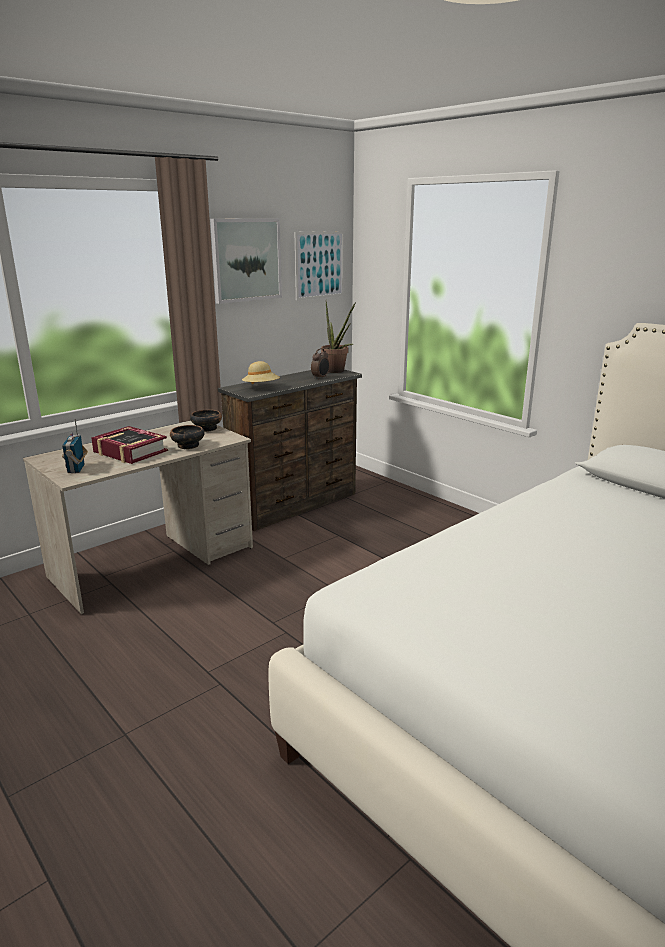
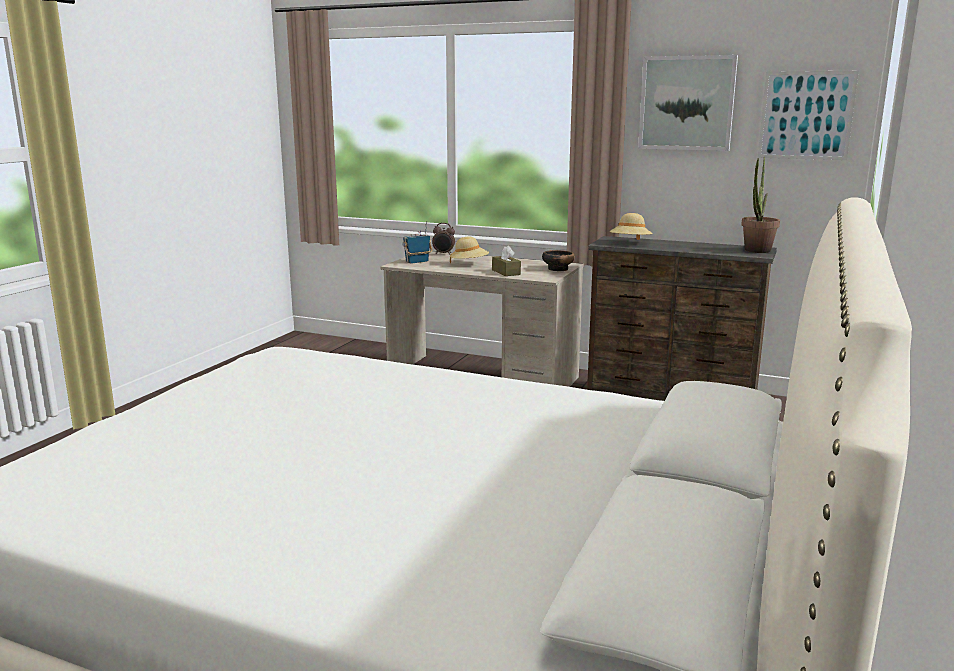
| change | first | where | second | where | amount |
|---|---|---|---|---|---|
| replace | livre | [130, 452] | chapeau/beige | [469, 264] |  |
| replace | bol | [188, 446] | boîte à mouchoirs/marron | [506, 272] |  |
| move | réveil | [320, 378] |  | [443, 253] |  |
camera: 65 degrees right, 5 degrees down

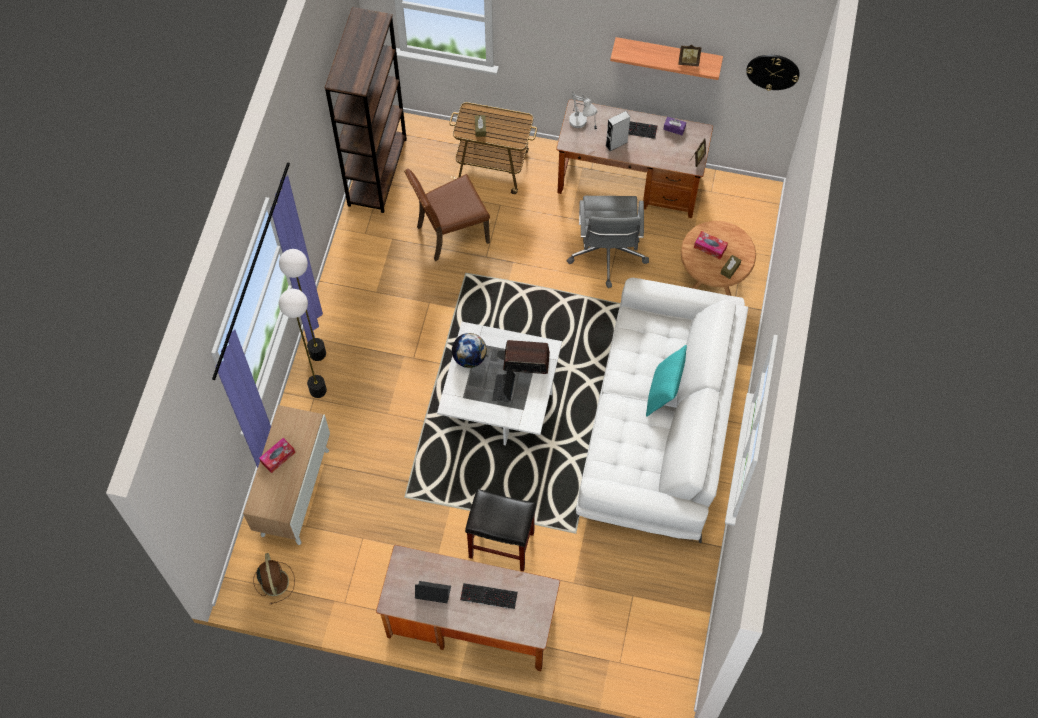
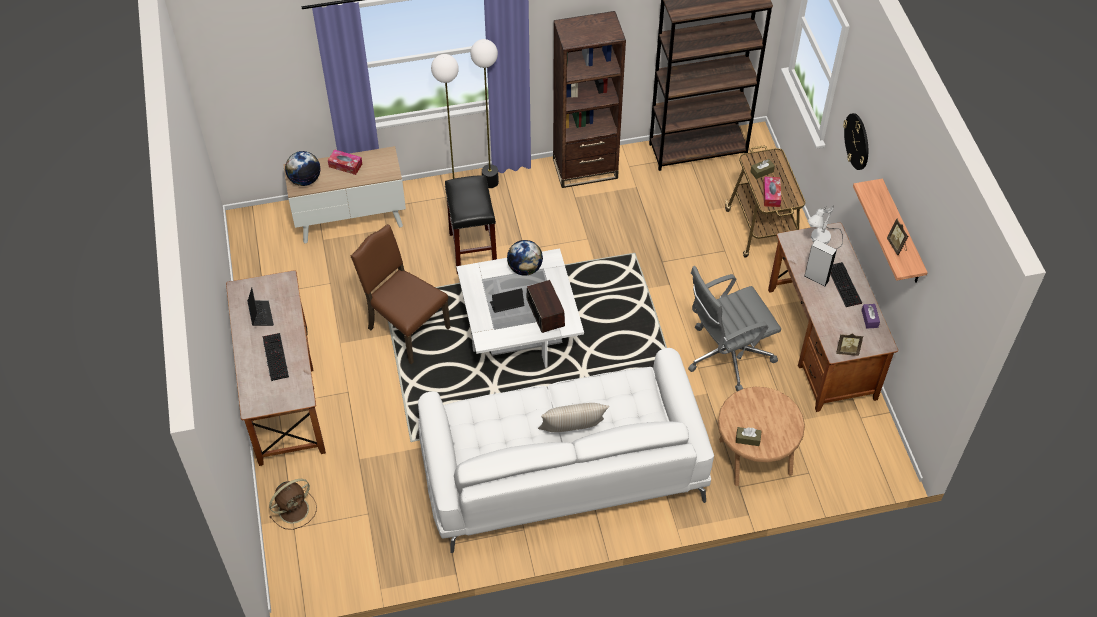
| change | first | where | second | where | amount |
|---|---|---|---|---|---|
| move | ventilateur/marron | [274, 581] |  | [295, 509] |  |
| move | chaise/marron | [450, 233] |  | [406, 328] |  |
| move | tabouret/noir | [502, 544] |  | [473, 251] |  |
| recolor | coussin/turquoise | [663, 392] | coussin/beige | [572, 433] |  |
| move | boîte à mouchoirs | [710, 247] |  | [771, 195] |  |
| move | horloge murale | [773, 71] |  | [857, 141] |  |
| insert |  |  | globe | [305, 180] |  |
| insert |  |  | bibliothèque/marron | [585, 169] |  |
camera: 65 degrees right, 10 degrees down

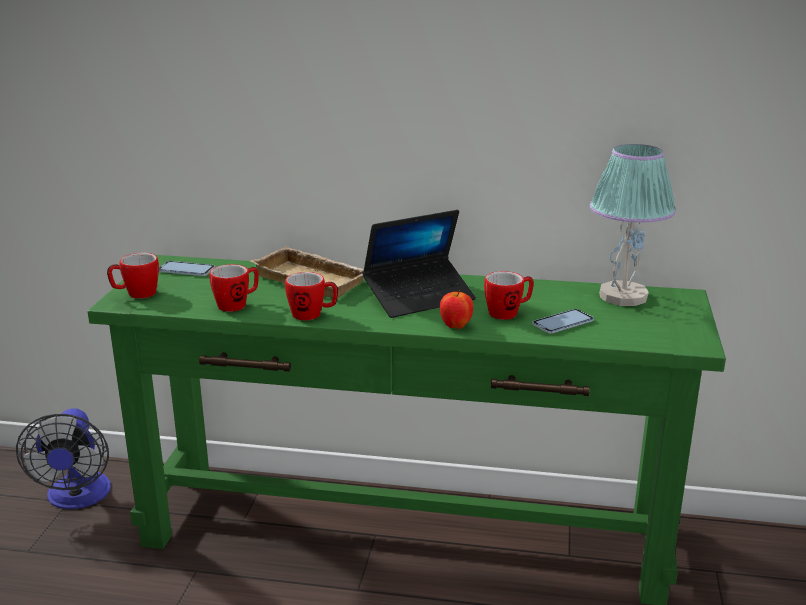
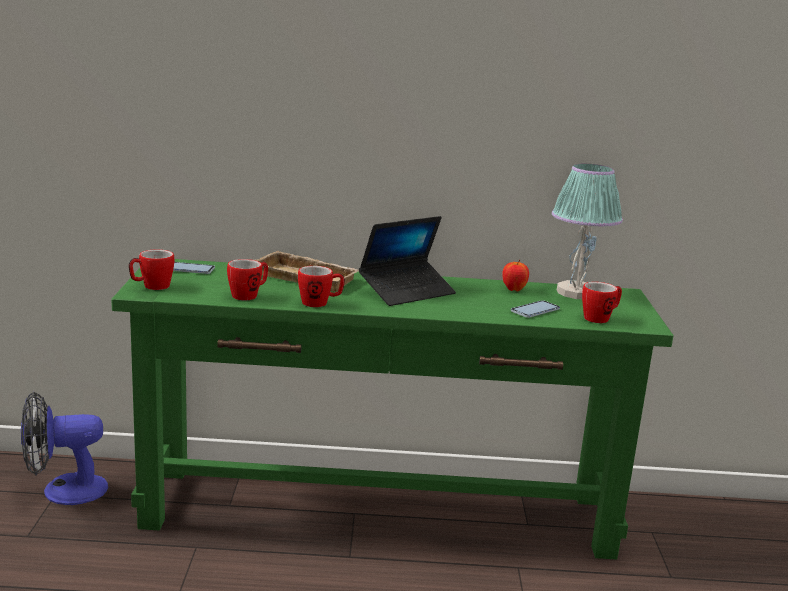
| change | first | where | second | where | amount |
|---|---|---|---|---|---|
| rotate | ventilateur | [77, 498] |  | [63, 490] | 90 degrees clockwise |
| move | pomme | [456, 326] |  | [514, 289] |  |
| move | mug | [508, 313] |  | [600, 318] |  |
camera: 10 degrees left, 5 degrees down

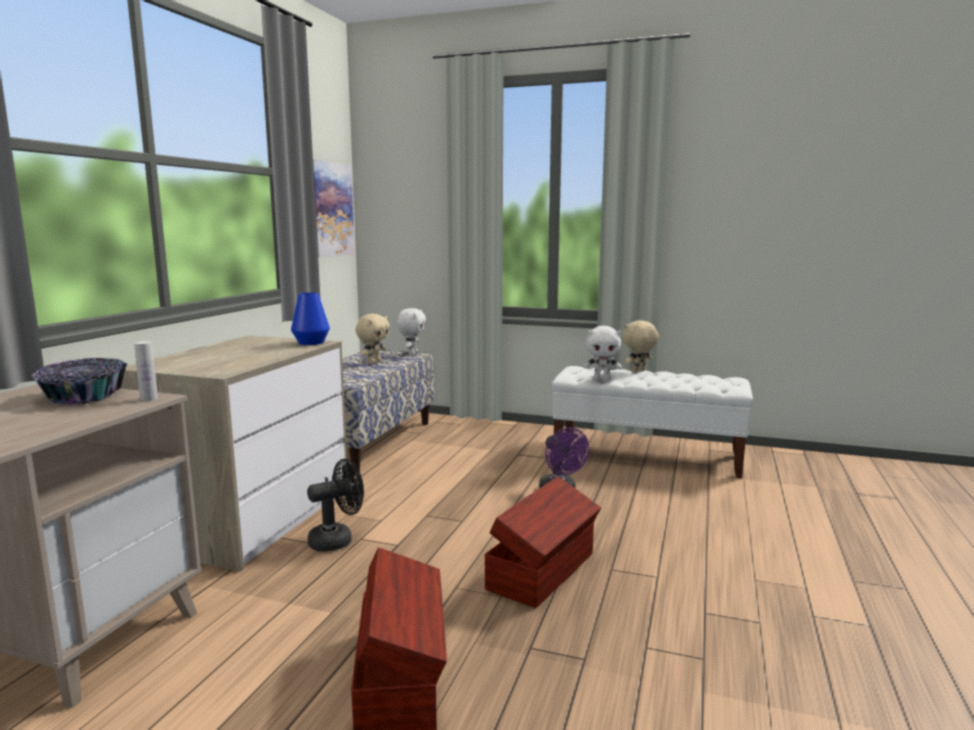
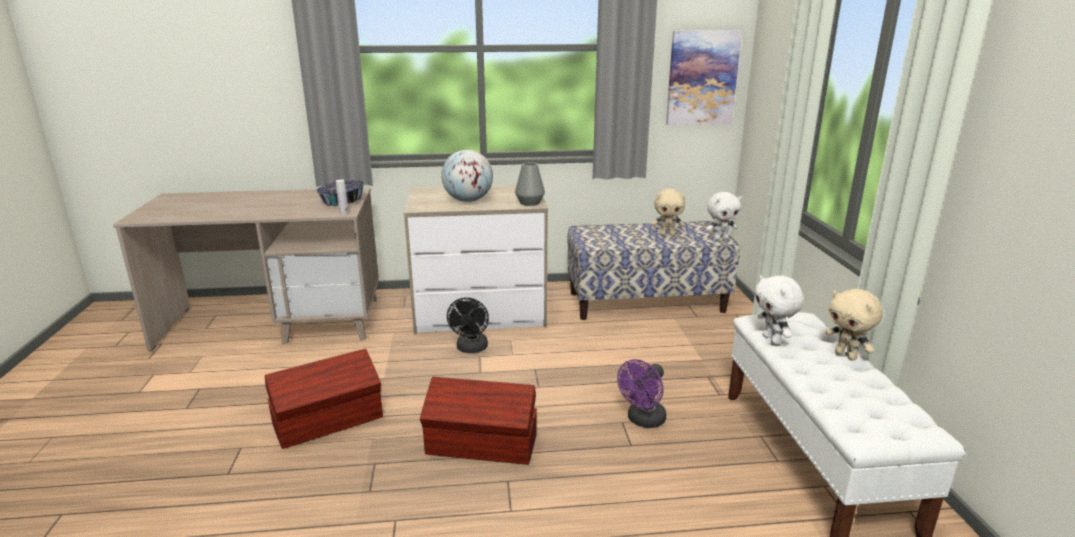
| change | first | where | second | where | amount |
|---|---|---|---|---|---|
| recolor | vase/bleu | [311, 343] | vase/gris | [530, 203] |  |
| rotate | ventilateur/noir | [337, 540] |  | [471, 349] | 60 degrees clockwise |
| rotate | peluche/beige | [638, 372] |  | [846, 356] | 150 degrees counterclockwise |
| insert |  |  | globe | [468, 200] |  |
camera: 65 degrees right, 10 degrees up

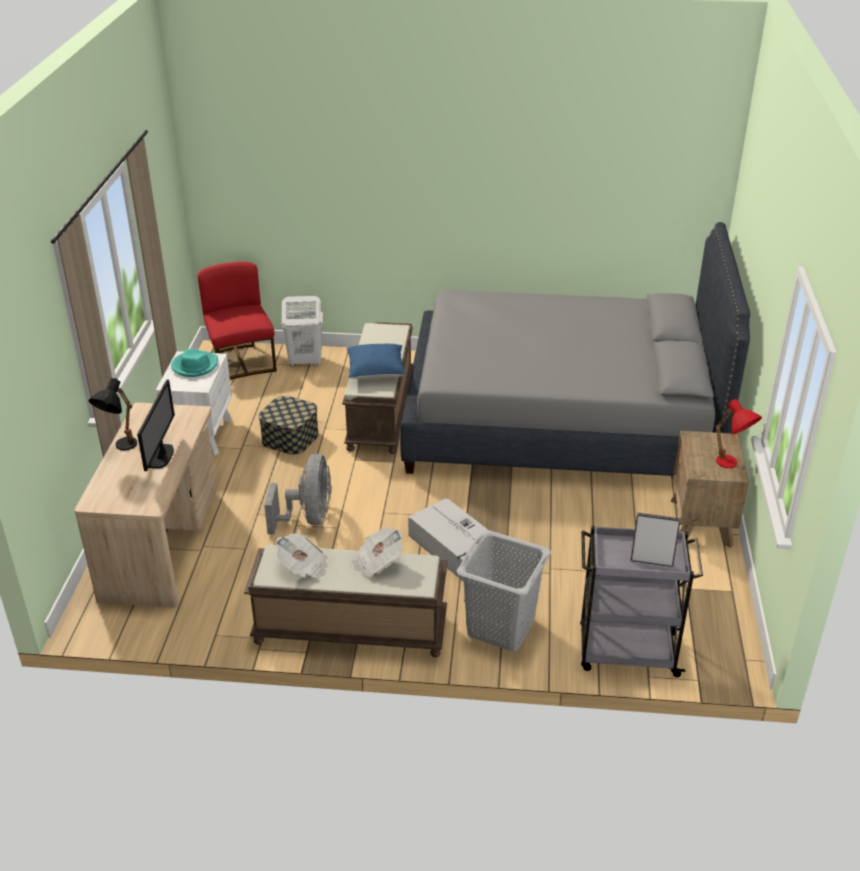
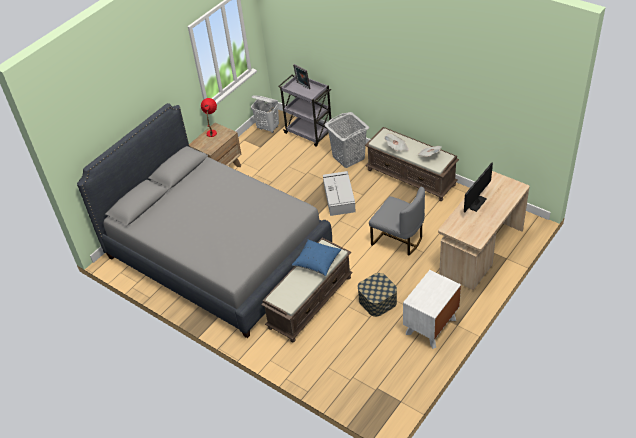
| change | first | where | second | where | amount |
|---|---|---|---|---|---|
| delete | lampe de table/noir | [120, 448] |  |  |  |
| delete | chapeau/turquoise | [194, 366] |  |  |  |
| delete | chaise/rouge | [241, 362] |  |  |  |
| replace | ventilateur/gris | [308, 518] | chaise/gris | [398, 240] |  |
| move | panier à linge/blanc | [305, 362] |  | [268, 128] |  |
camera: 145 degrees left, 10 degrees up

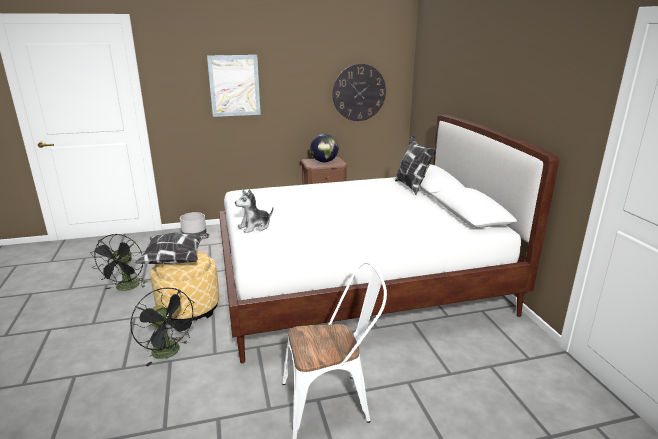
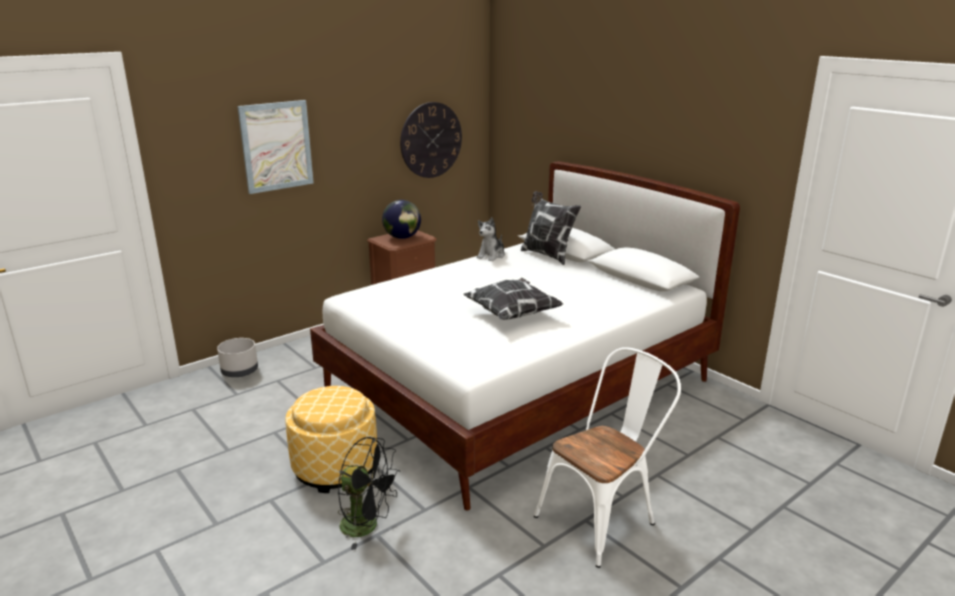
| change | first | where | second | where | amount |
|---|---|---|---|---|---|
| delete | ventilateur/noir | [126, 288] |  |  |  |
| move | coussin | [176, 260] |  | [512, 314] |  |
| move | peluche | [255, 227] |  | [491, 255] |  |
camera: 25 degrees left, 0 degrees up

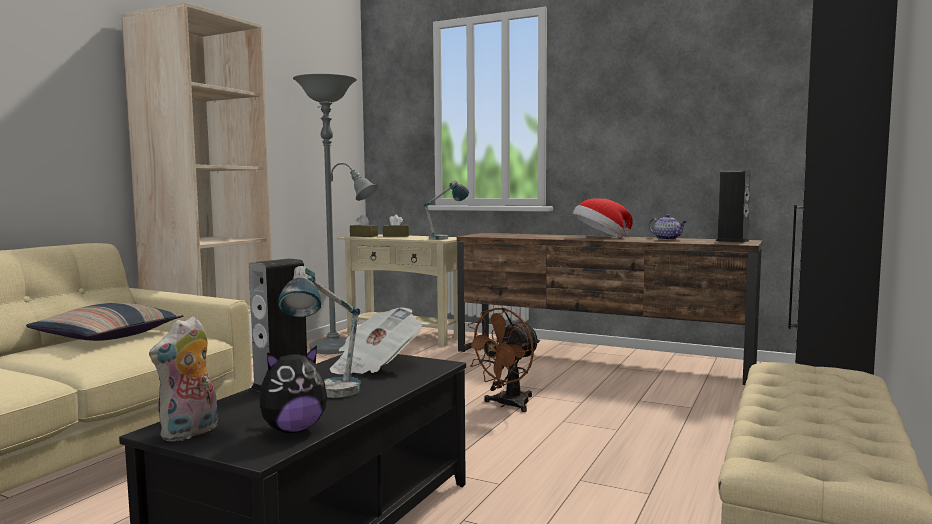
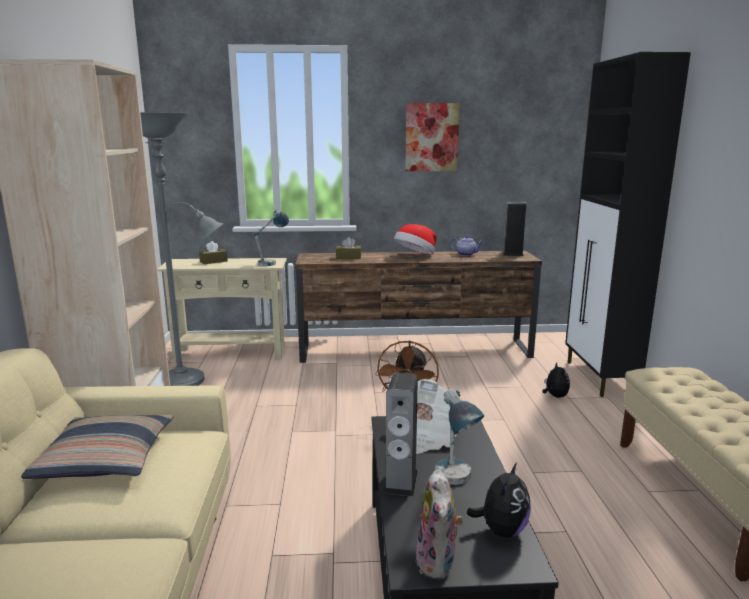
| change | first | where | second | where | amount |
|---|---|---|---|---|---|
| move | boîte à mouchoirs/marron | [363, 236] |  | [348, 257] |  |
| insert |  |  | tableau | [431, 137] |  |
| insert |  |  | peluche | [555, 396] |  |
camera: 30 degrees left, 10 degrees up

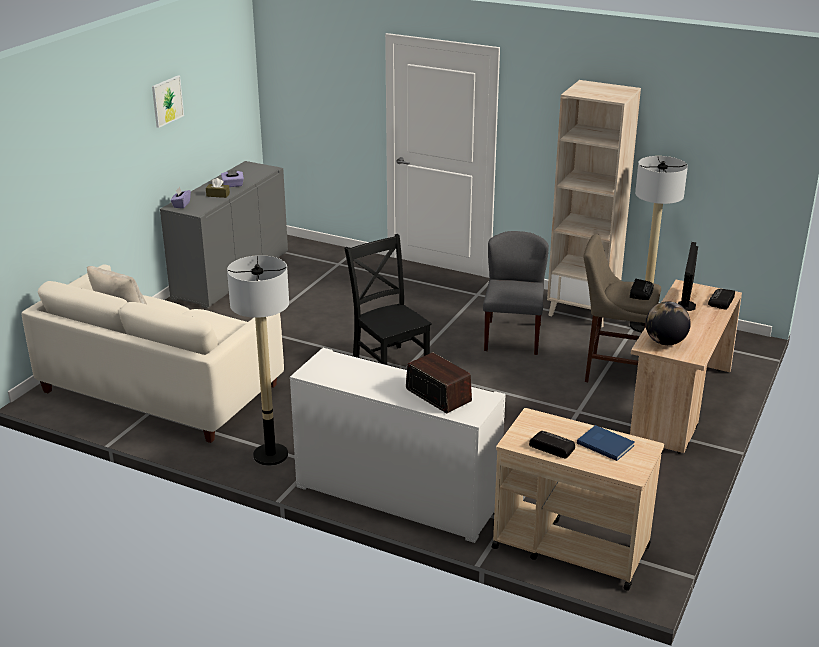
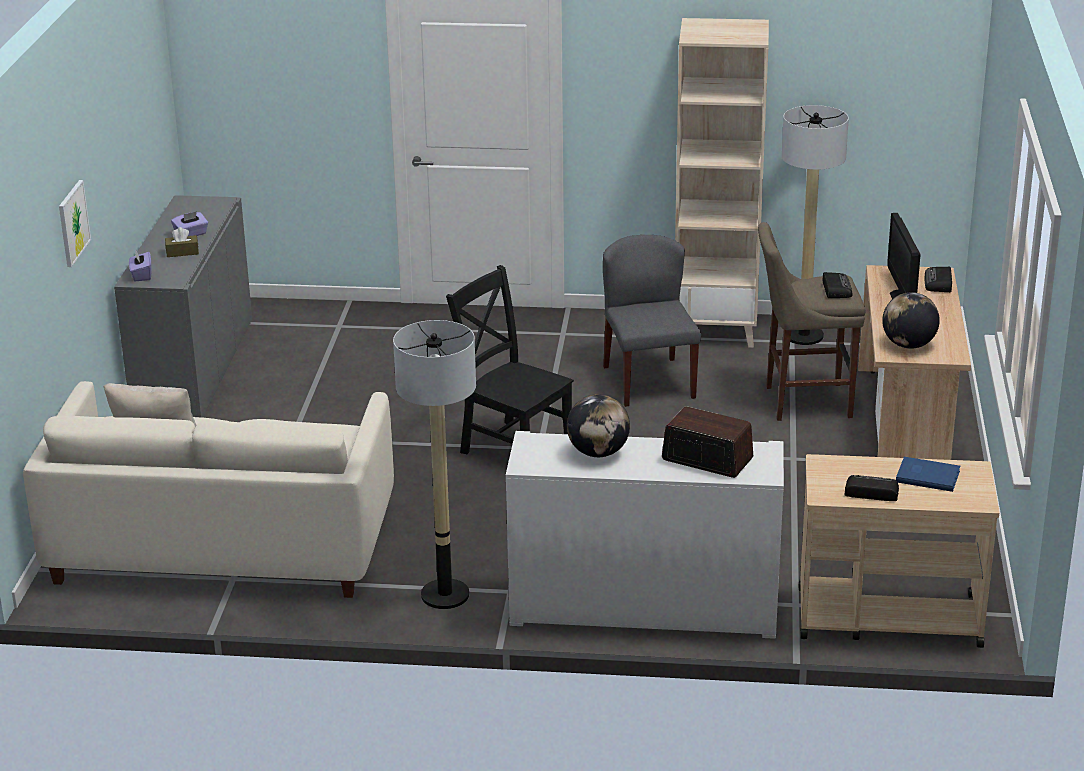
| change | first | where | second | where | amount |
|---|---|---|---|---|---|
| move | tableau | [167, 101] |  | [73, 223] |  |
| insert |  |  | globe | [598, 453] |  |
camera: 20 degrees left, 0 degrees up

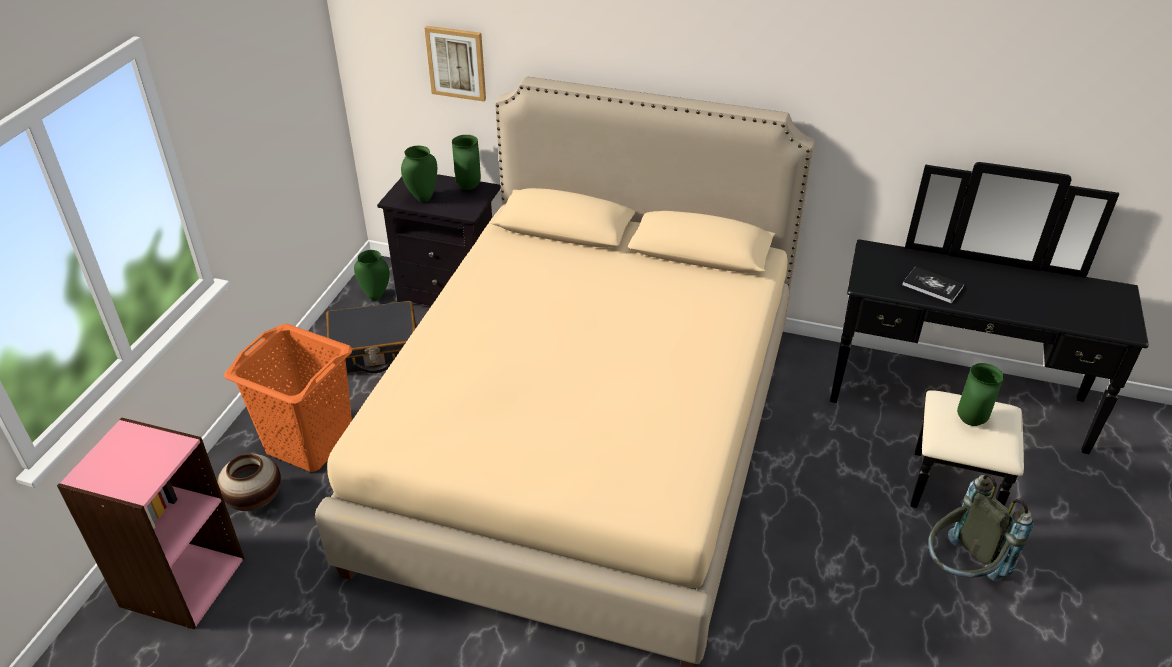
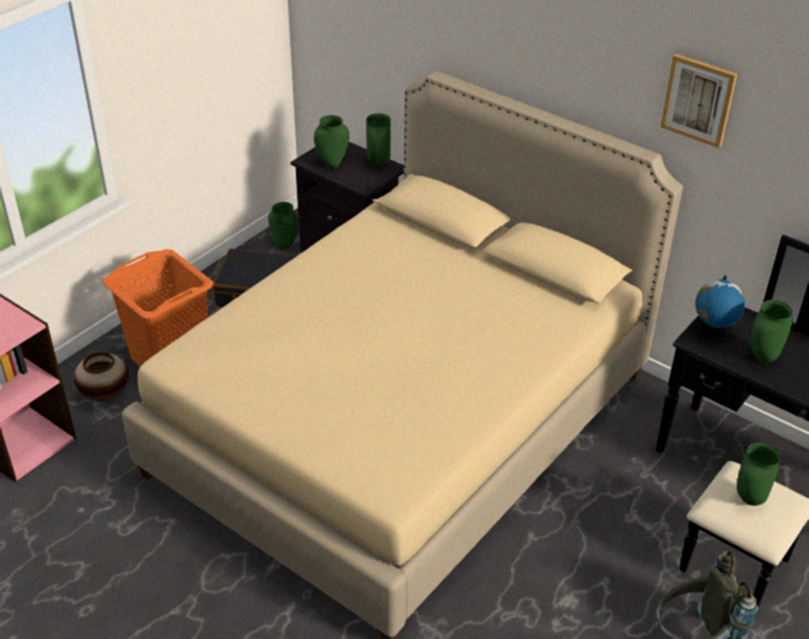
| change | first | where | second | where | amount |
|---|---|---|---|---|---|
| move | tableau | [456, 63] |  | [699, 100] |  |
| replace | livre | [932, 286] | vase/vert | [763, 358] |  |
| insert |  |  | globe | [713, 330] |  |
camera: 20 degrees right, 0 degrees up

